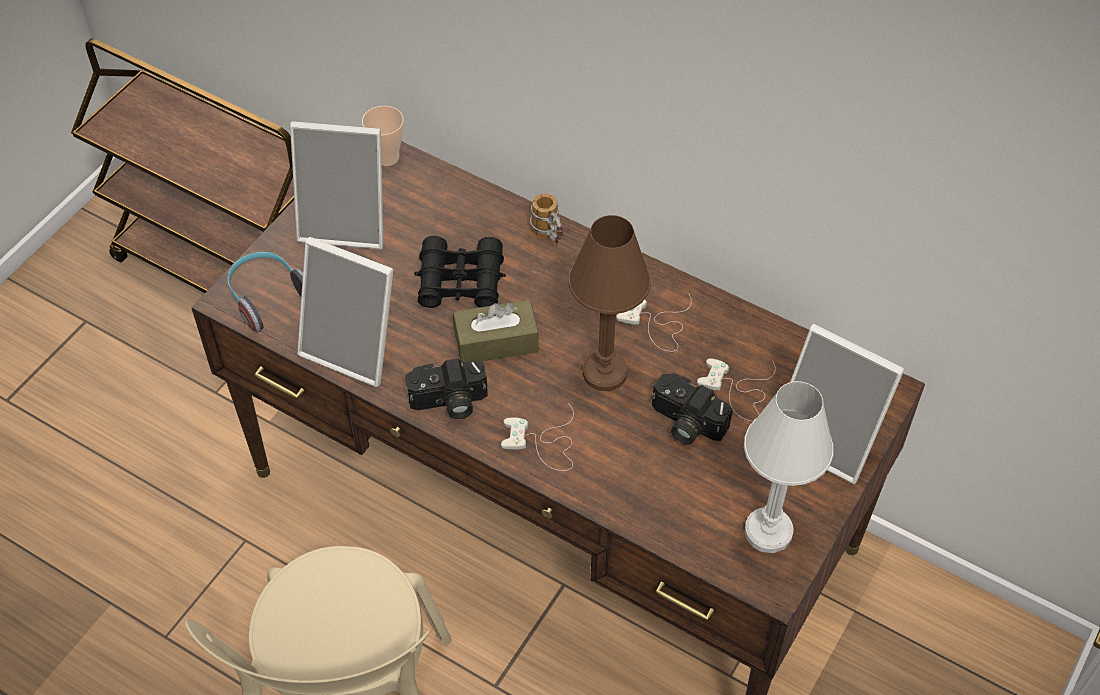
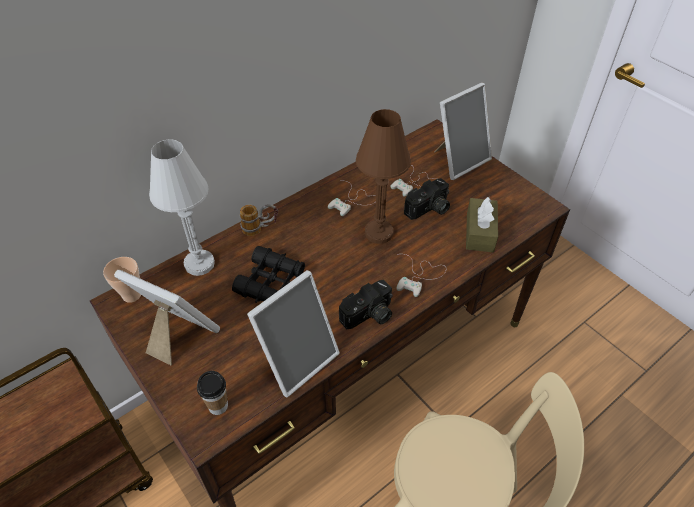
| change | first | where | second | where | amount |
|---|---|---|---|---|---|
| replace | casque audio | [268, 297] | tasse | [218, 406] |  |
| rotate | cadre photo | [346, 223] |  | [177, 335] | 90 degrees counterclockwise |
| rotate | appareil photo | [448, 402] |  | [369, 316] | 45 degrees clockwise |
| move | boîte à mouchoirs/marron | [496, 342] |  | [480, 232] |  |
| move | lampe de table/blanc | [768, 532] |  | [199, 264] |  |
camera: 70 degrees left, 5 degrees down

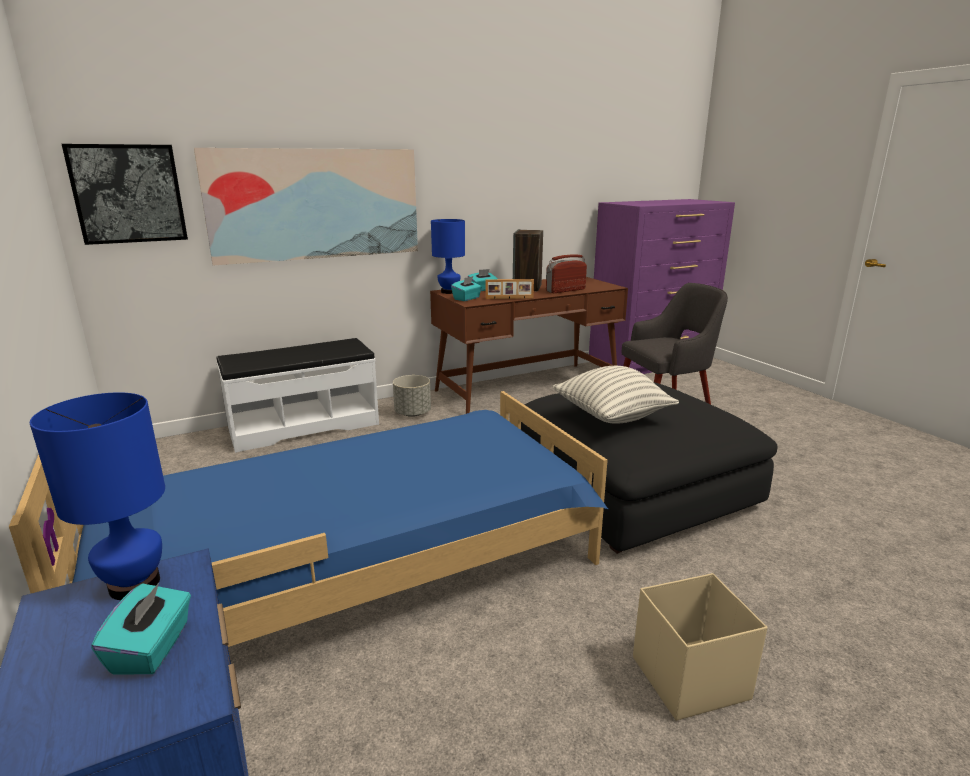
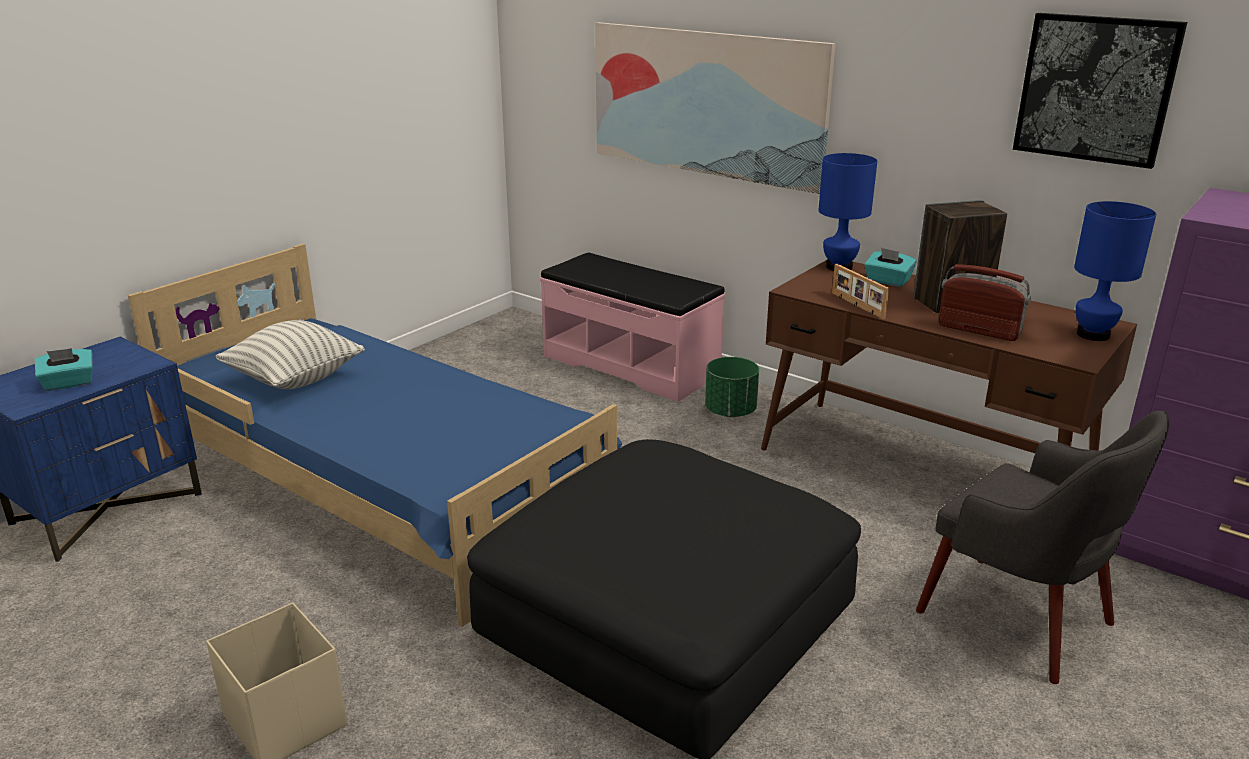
| change | first | where | second | where | amount |
|---|---|---|---|---|---|
| move | lampe de table/bleu | [136, 584] |  | [1093, 335] |  |
| move | tableau | [128, 194] |  | [1095, 89] |  |
| recolor | banc/blanc | [304, 426] | banc/rose | [631, 365] |  |
| recolor | cache-pot/gris | [413, 413] | cache-pot/vert | [731, 411] |  |
| delete | boîte à mouchoirs/turquoise | [467, 298] |  |  |  |
| move | coussin | [611, 417] |  | [295, 379] |  |
camera: 65 degrees right, 5 degrees up

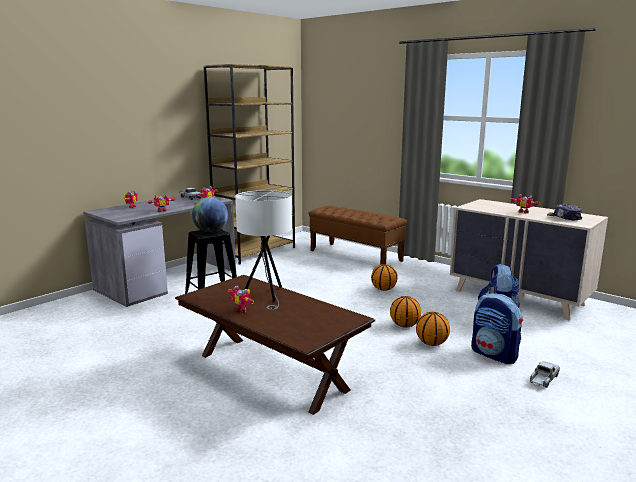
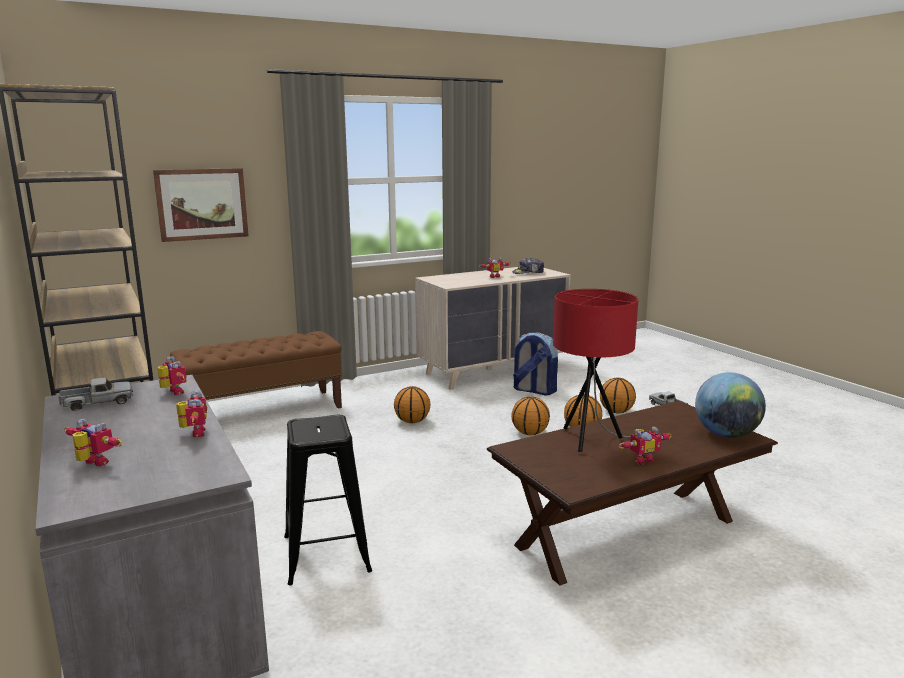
| change | first | where | second | where | amount |
|---|---|---|---|---|---|
| move | globe | [211, 232] |  | [726, 435] |  |
| recolor | lampe de table/blanc | [266, 296] | lampe de table/rouge | [592, 441] |  |
| replace | sac à dos | [495, 354] | ballon de basket | [616, 411] |  |
| insert |  |  | tableau | [202, 204] |  |
camera: 70 degrees left, 0 degrees up

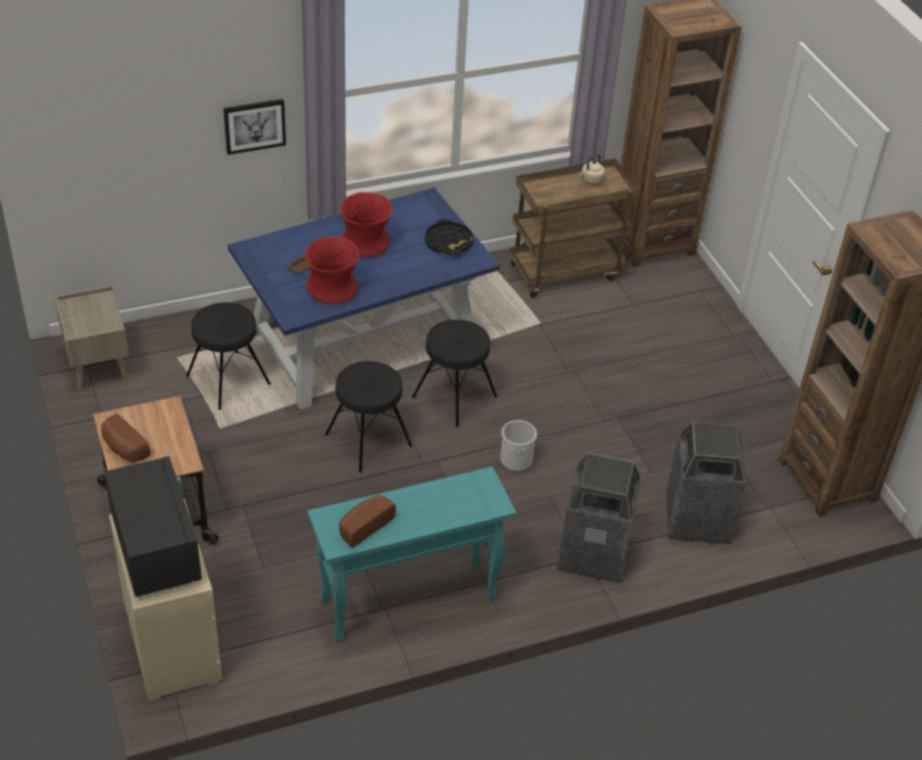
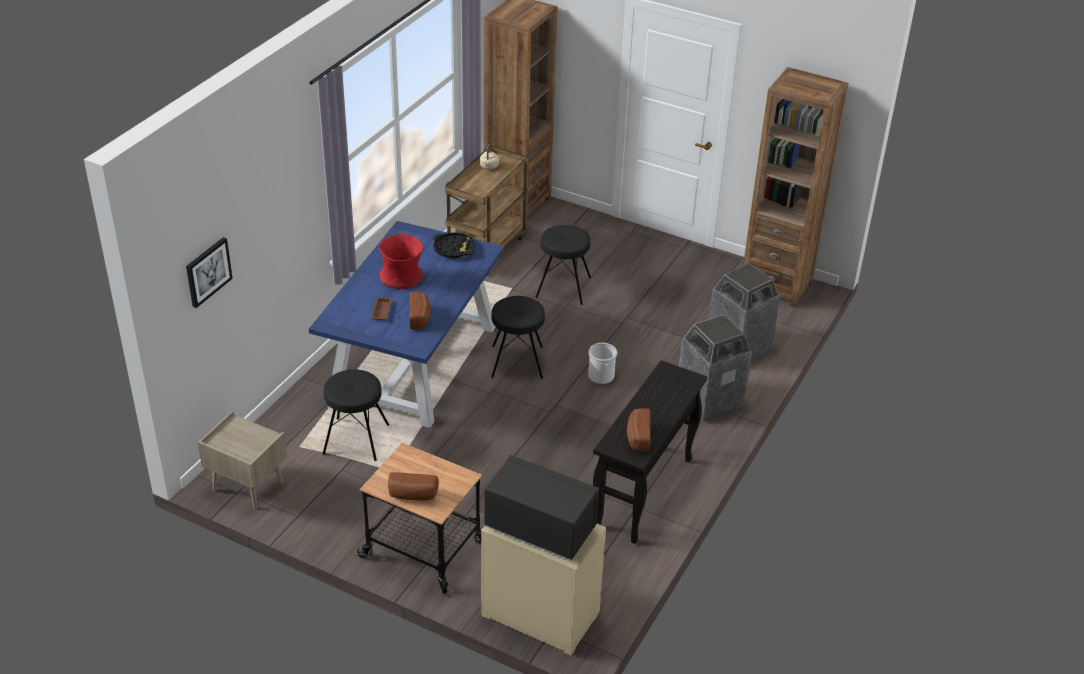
| change | first | where | second | where | amount |
|---|---|---|---|---|---|
| move | tableau | [254, 125] |  | [208, 271] |  |
| replace | vase/rouge | [332, 289] | pain | [420, 317] |  |
| recolor | table console/turquoise | [407, 601] | table console/noir | [644, 494] |  |
| move | tabouret/noir | [368, 440] |  | [563, 287] |  |
camera: 40 degrees left, 5 degrees down

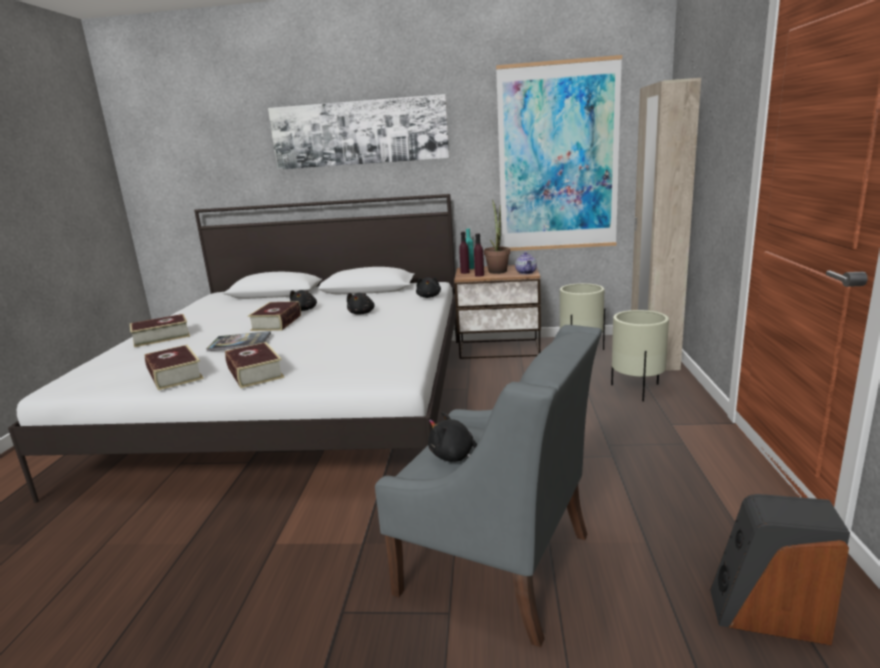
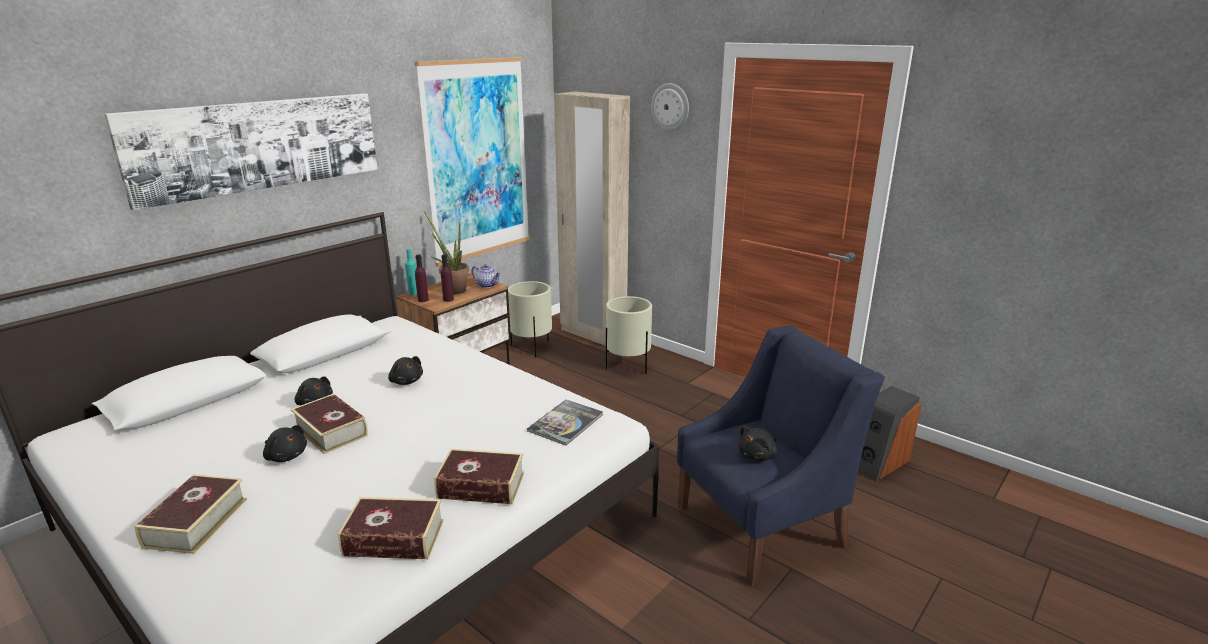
| change | first | where | second | where | amount |
|---|---|---|---|---|---|
| move | livre | [240, 342] |  | [566, 423] |  |
| recolor | fauteuil/gris | [497, 564] | fauteuil/bleu | [762, 526] |  |
| move | peluche/noir | [429, 297] |  | [286, 456] |  |
| insert |  |  | horloge murale | [670, 107] |  |
camera: 55 degrees left, 5 degrees up

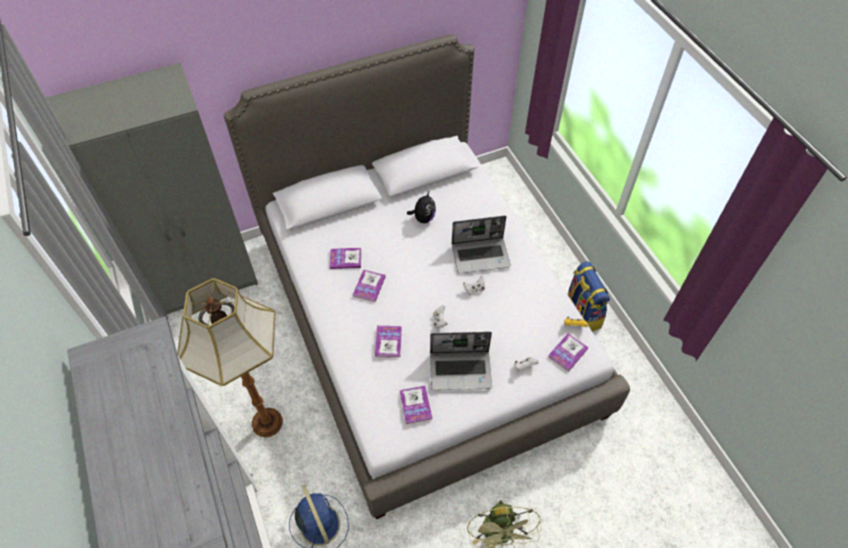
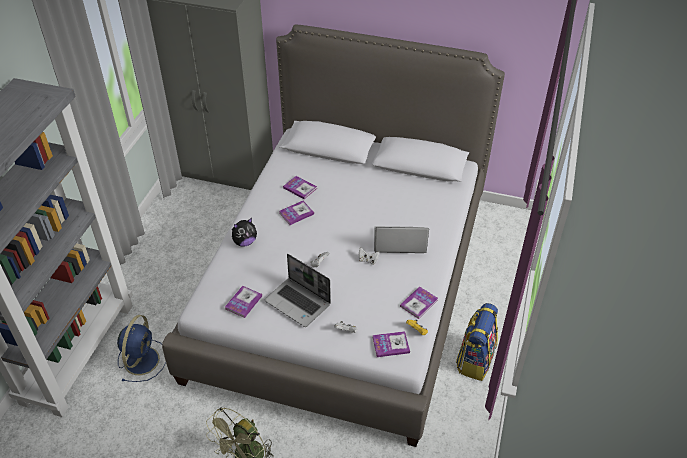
| change | first | where | second | where | amount |
|---|---|---|---|---|---|
| delete | lampadaire | [266, 421] |  |  |  |
| move | livre | [388, 342] |  | [419, 303] |  |
| move | peluche | [423, 218] |  | [244, 242] |  |
| rotate | ordinateur portable | [481, 255] |  | [399, 242] | 150 degrees clockwise |
camera: 40 degrees right, 10 degrees down

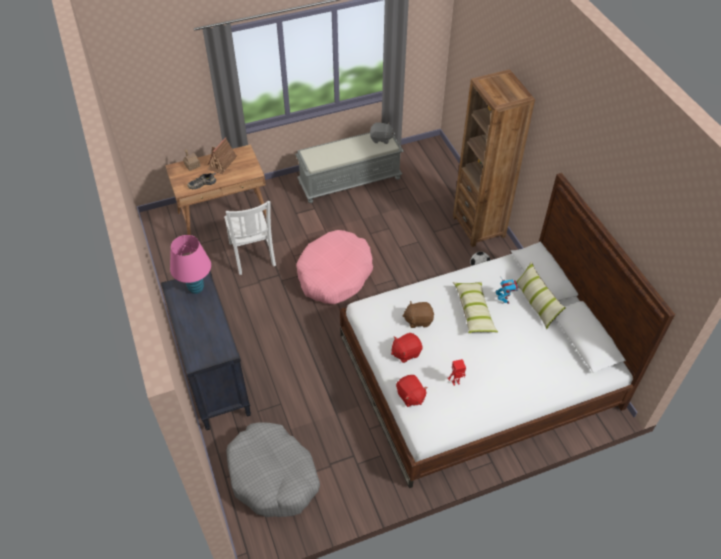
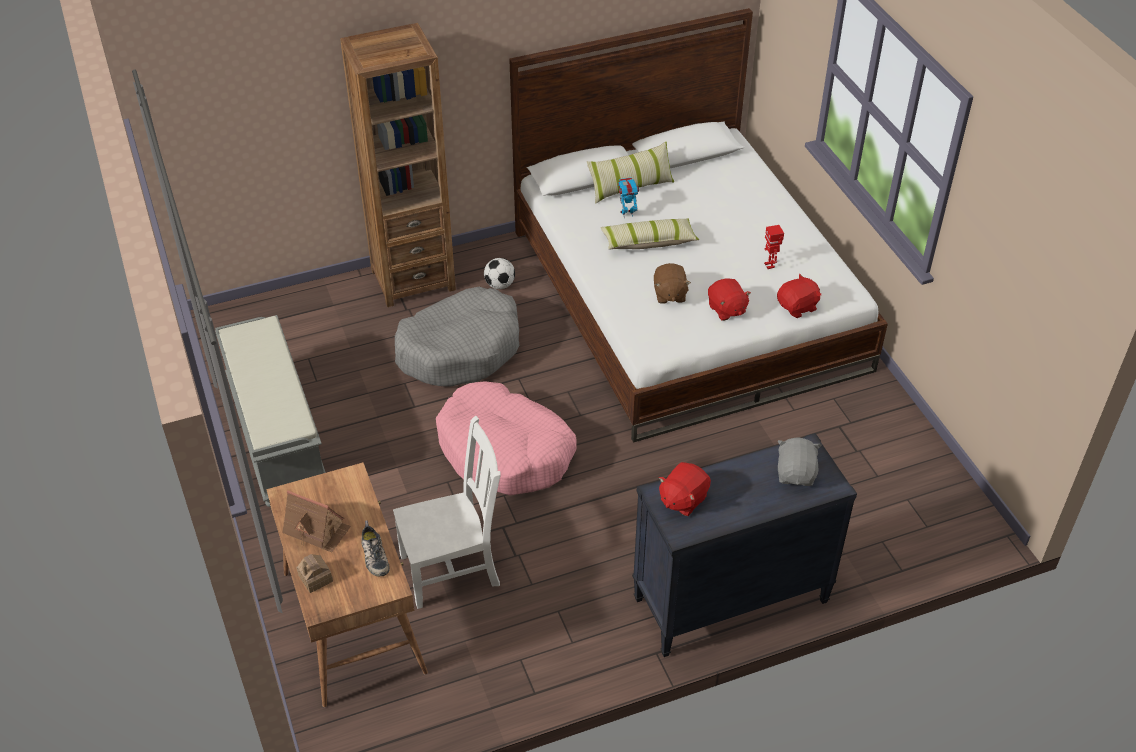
| change | first | where | second | where | amount |
|---|---|---|---|---|---|
| replace | lampe de table/rose | [196, 288] | peluche/rouge | [682, 499] |  |
| move | panier pour chien/gris | [273, 476] |  | [460, 349] |  |
| move | peluche/gris | [381, 139] |  | [796, 474] |  |
camera: 90 degrees left, 5 degrees down

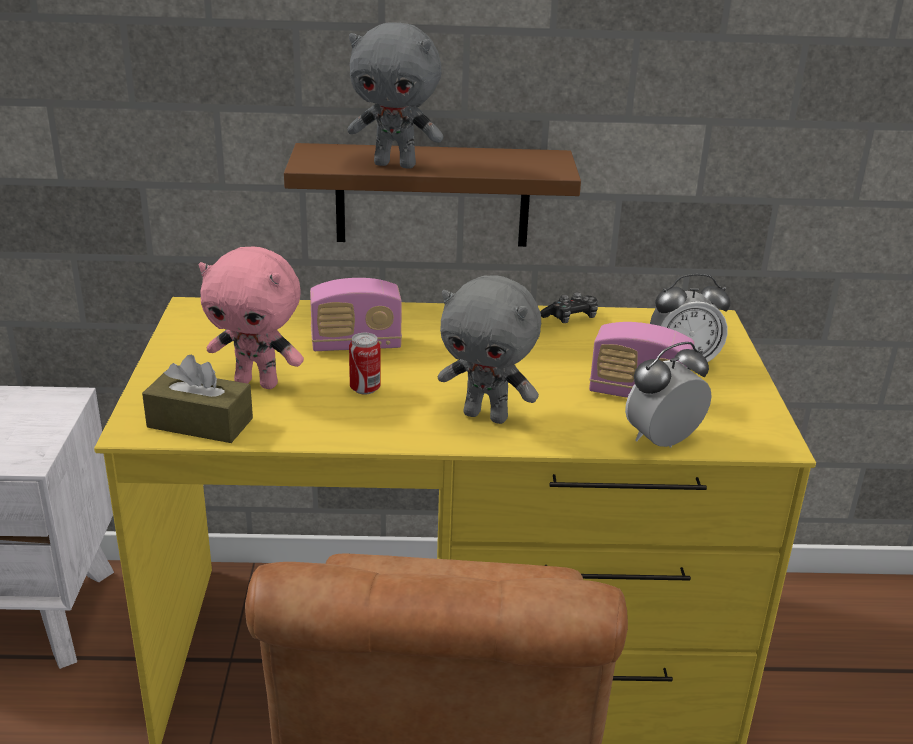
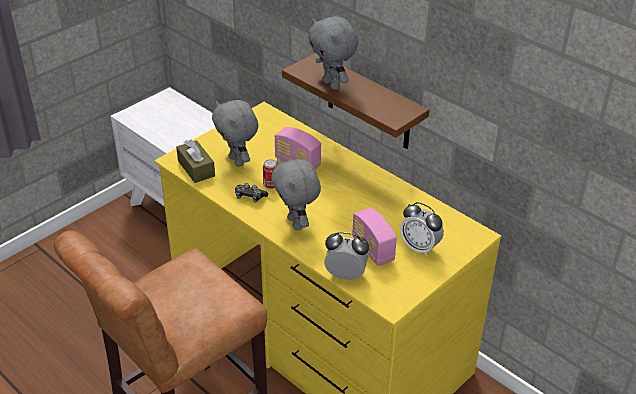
| change | first | where | second | where | amount |
|---|---|---|---|---|---|
| recolor | peluche/rose | [258, 383] | peluche/gris | [238, 161] |  |
| move | manette | [571, 318] |  | [250, 197] |  |
camera: 45 degrees right, 10 degrees up

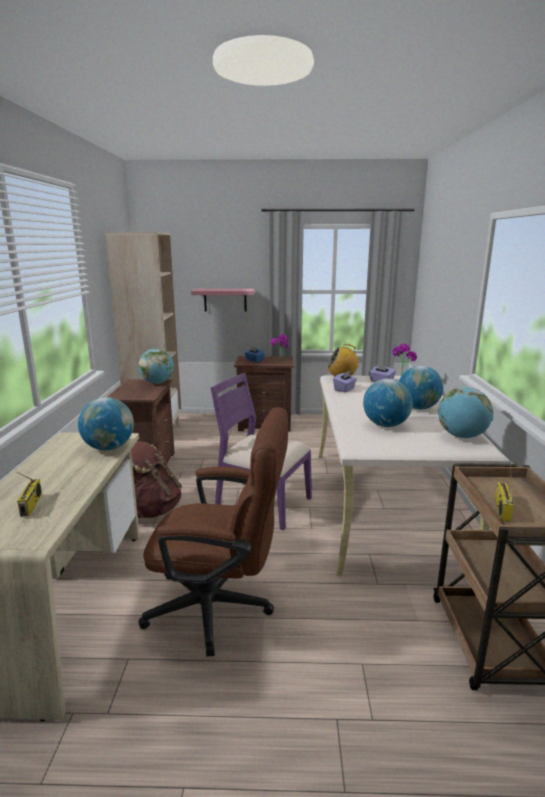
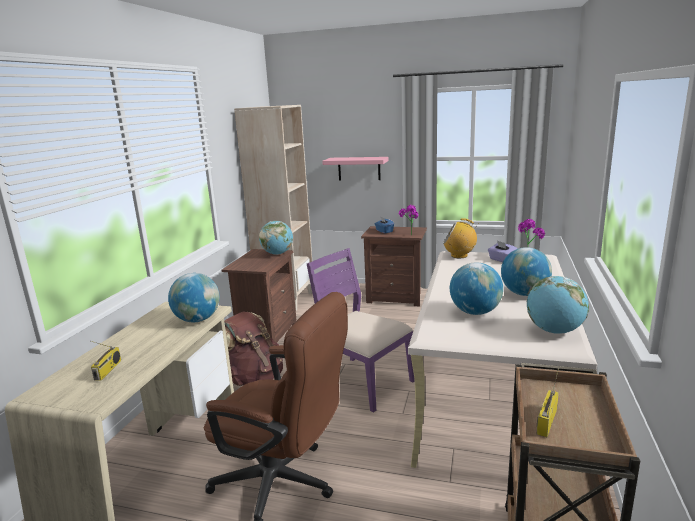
| change | first | where | second | where | amount |
|---|---|---|---|---|---|
| delete | boîte à mouchoirs/violet | [344, 389] |  |  |  |
camera: 15 degrees right, 0 degrees up

